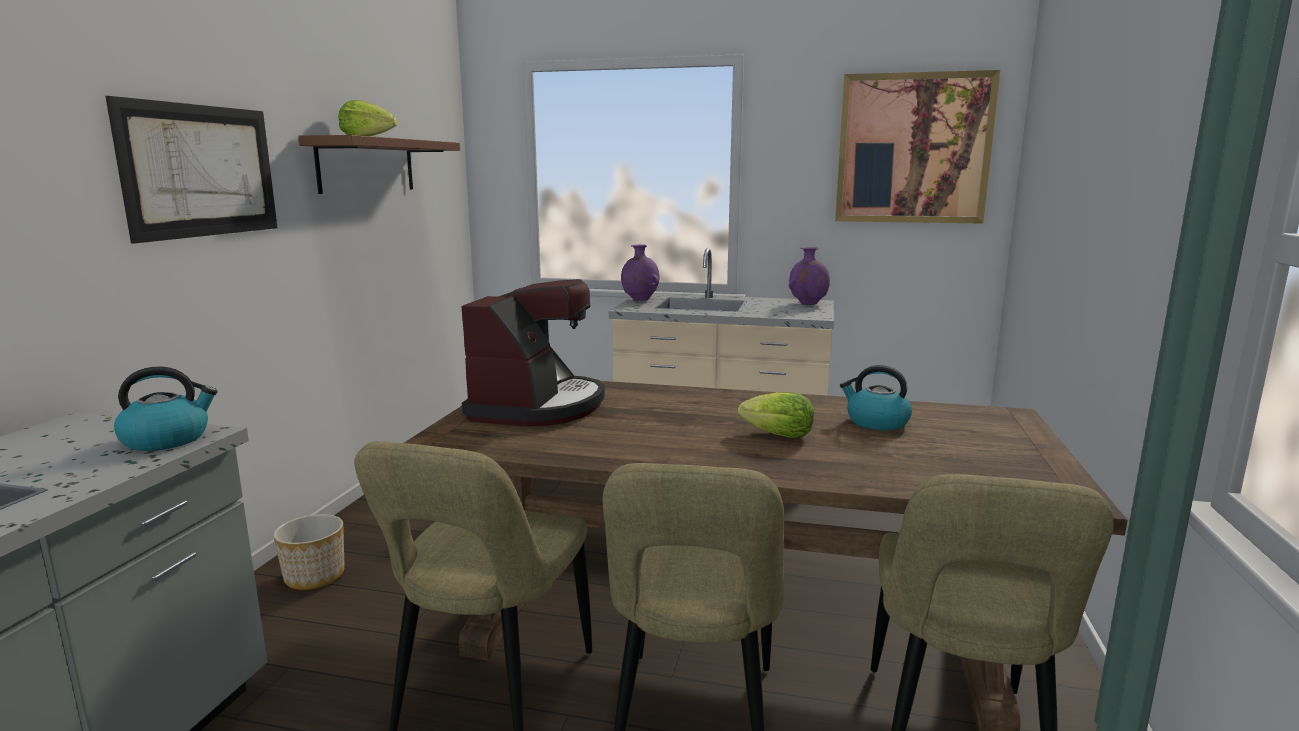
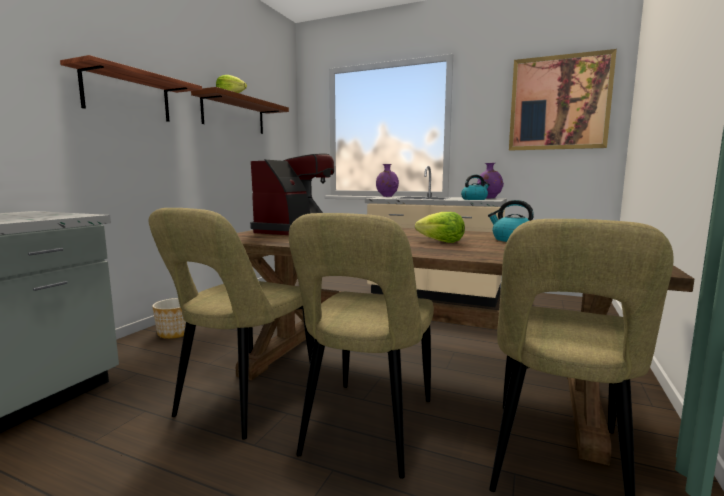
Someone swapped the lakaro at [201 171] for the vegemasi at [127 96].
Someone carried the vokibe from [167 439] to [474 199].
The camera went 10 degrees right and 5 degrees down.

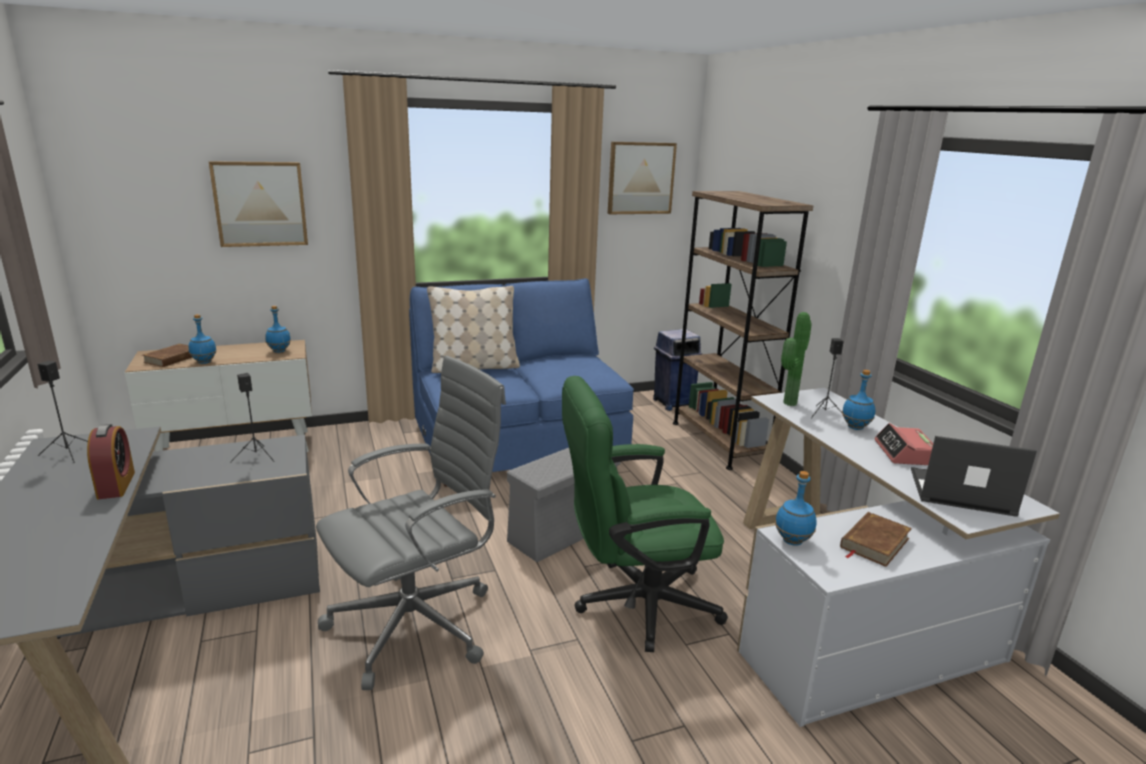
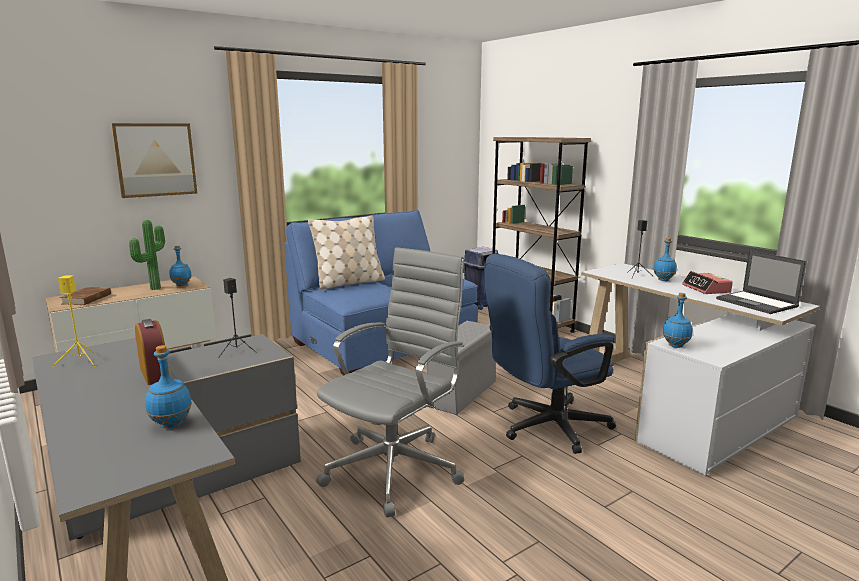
Someone took away the lakaro at [640 178].
Someone carried the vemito from [787 402] to [153 288].
Someone carried the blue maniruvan from [205 362] to [172 424].
Someone repainted the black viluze at [68 453], which became the yellow viluze at [81 361].
Someone repainted the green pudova at [634 604], which became the blue pudova at [545 428].
Someone rotated the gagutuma at [959 492] by 120 degrees counterclockwise.
Someone took away the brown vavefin at [874 543].
The camera went 15 degrees left and 5 degrees down.

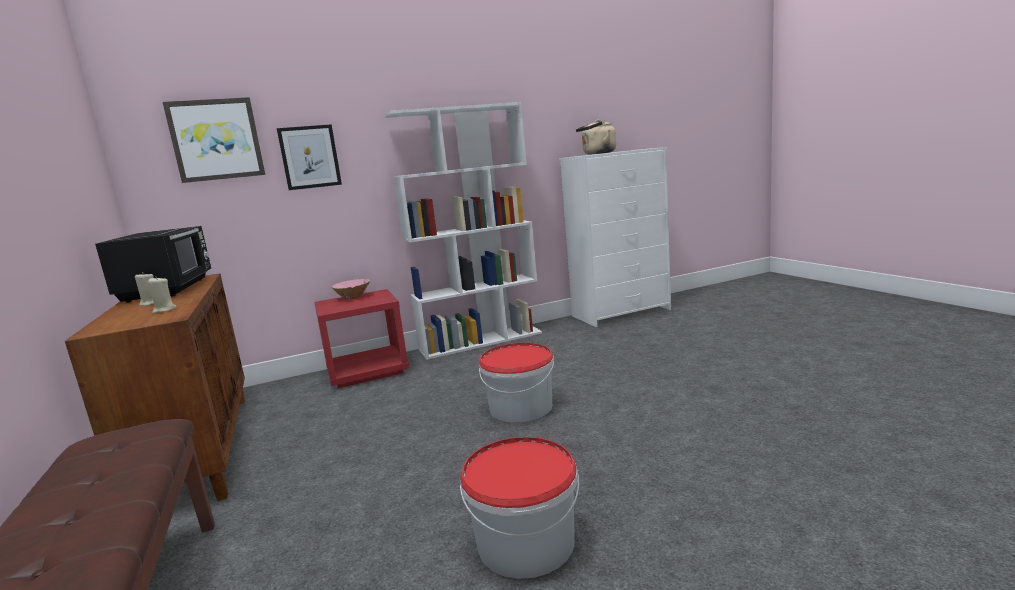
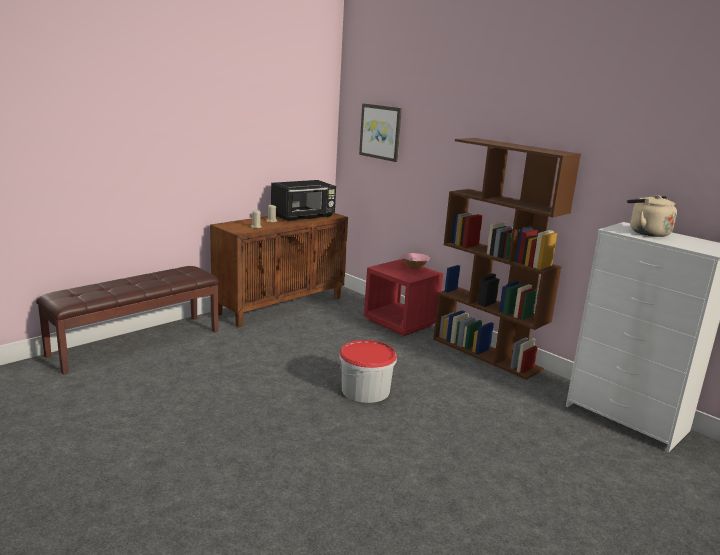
Someone repainted the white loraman at [481 341], which became the brown loraman at [487 354].
Someone took away the lakaro at [310 157].
Someone took away the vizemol at [525 542].
The camera went 65 degrees right and 5 degrees up.

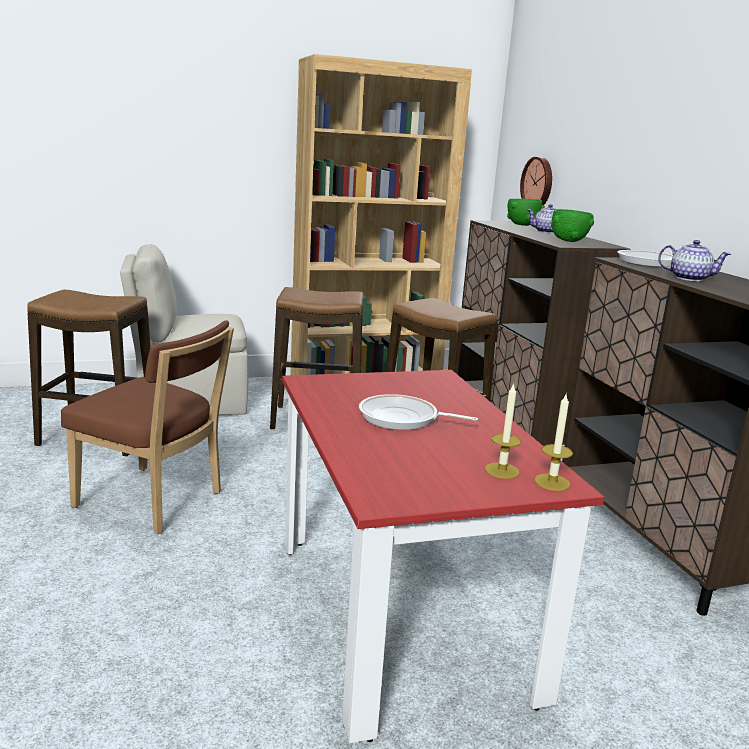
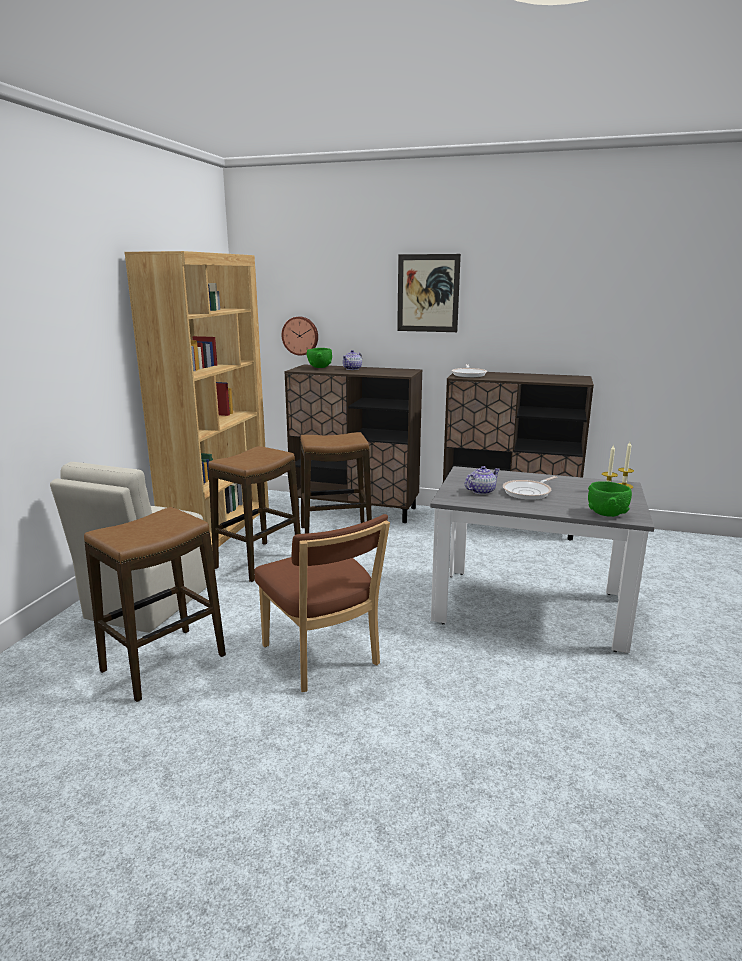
Someone carried the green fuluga from [569 240] to [607 514].
Someone carried the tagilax from [688 278] to [481 491].
Someone rotated the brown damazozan at [154 502] by 90 degrees clockwise.
Someone repainted the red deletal at [400 614], which became the grey deletal at [529 608].
Someone put up the lakaro at [428 293].
The camera went 55 degrees left and 0 degrees up.

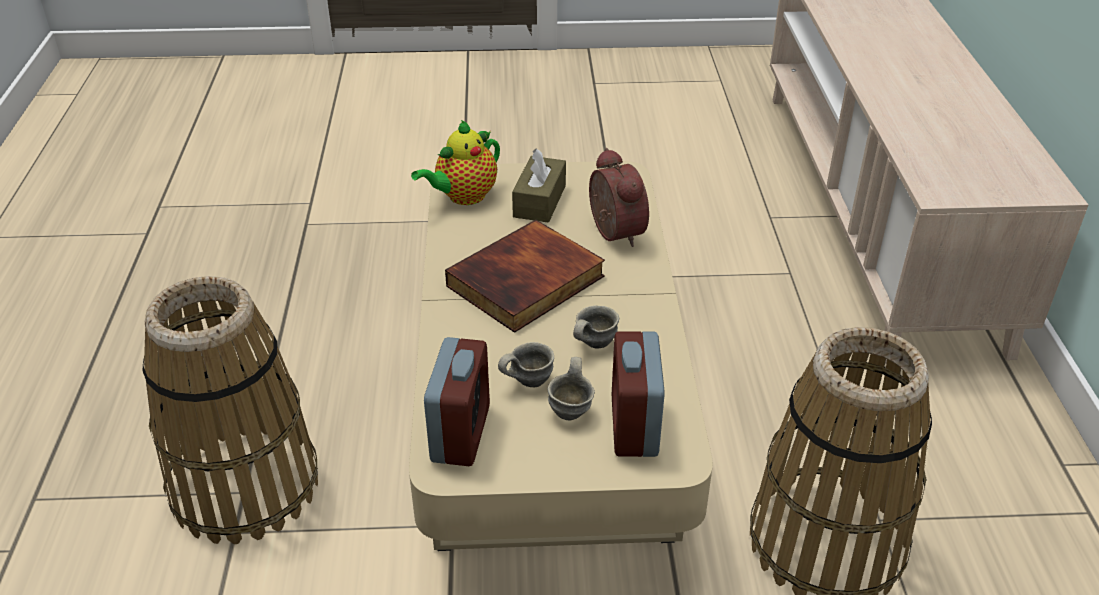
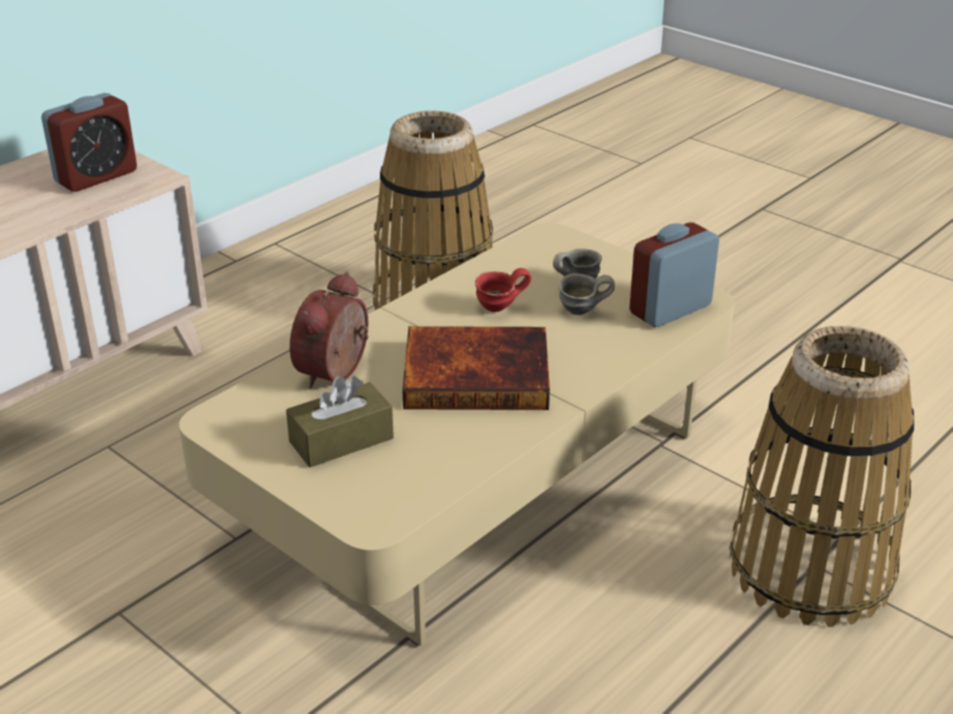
Someone took away the tagilax at [463 197].
Someone repainted the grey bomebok at [592 344], which became the red bomebok at [500 309].
Someone carried the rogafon from [634 426] to [96 177].
The camera went 135 degrees left and 5 degrees down.

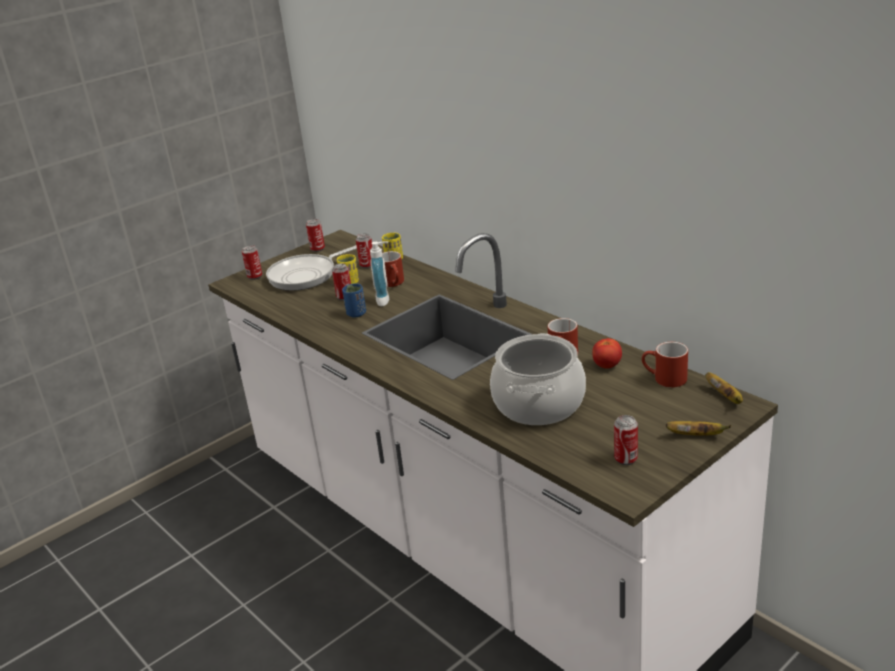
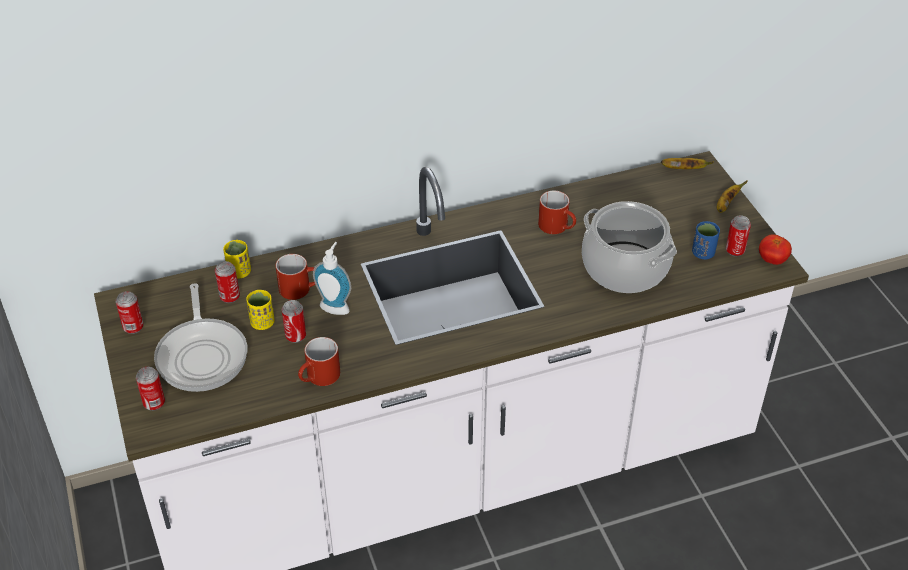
Someone carried the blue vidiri from [356 313] to [703 253].
Someone carried the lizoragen from [607 365] to [772 260].
Someone carried the red bomebok from [664 379] to [319 378].
The camera went 70 degrees left and 15 degrees up.

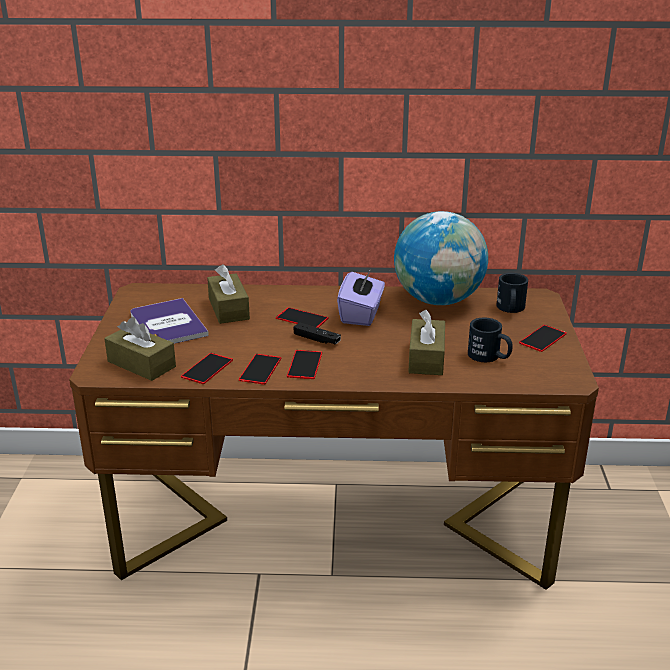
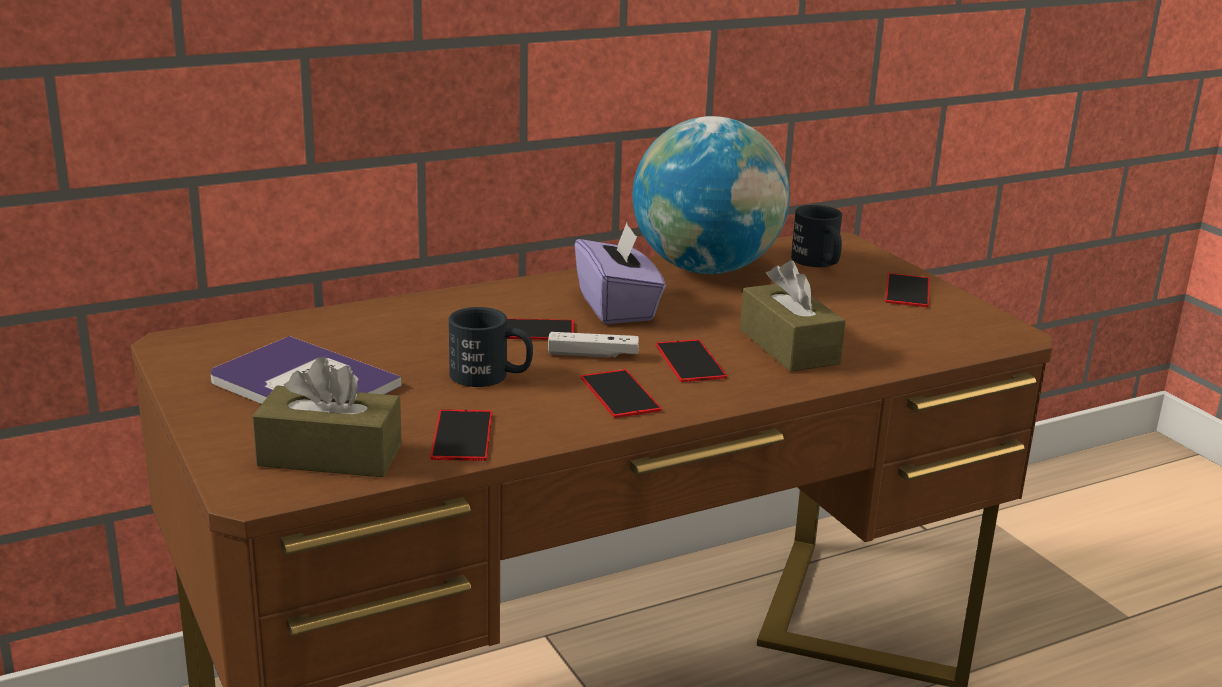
Someone took away the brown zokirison at [228 309].
Someone carried the black bomebok from [489 357] to [491 376].
Someone repainted the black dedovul at [317 339], which became the white dedovul at [593 355].
Someone carried the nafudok from [260 369] to [690 361].
The camera went 30 degrees left and 5 degrees down.

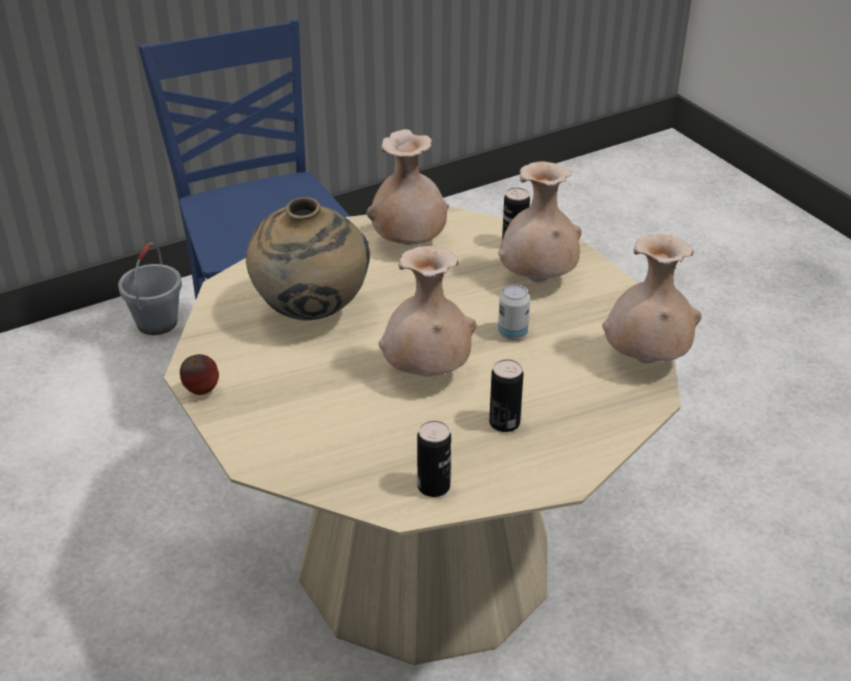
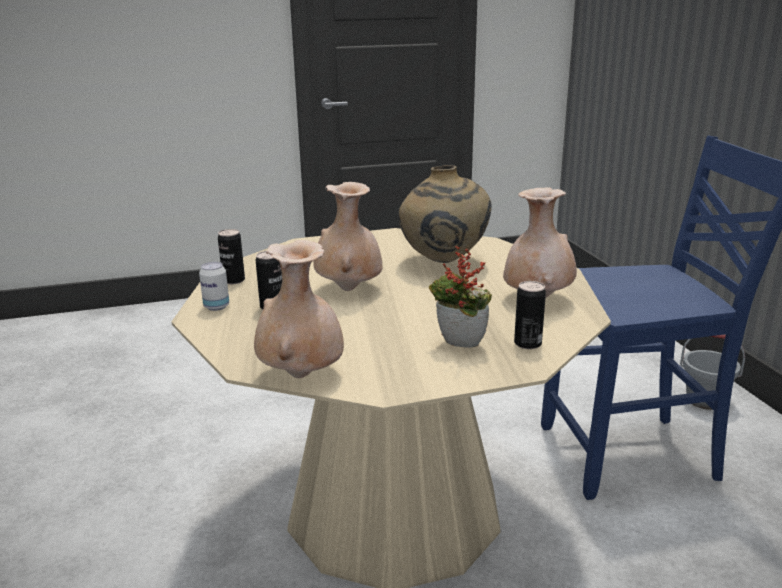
Someone swapped the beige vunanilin at [537 279] for the vemito at [458 345].
Someone carried the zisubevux from [512 333] to [216 307].
Someone took away the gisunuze at [201 392].
The camera went 105 degrees right and 15 degrees down.

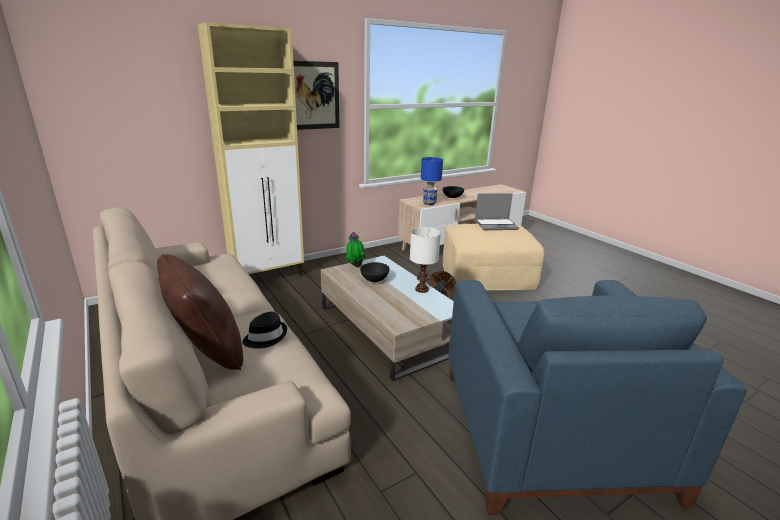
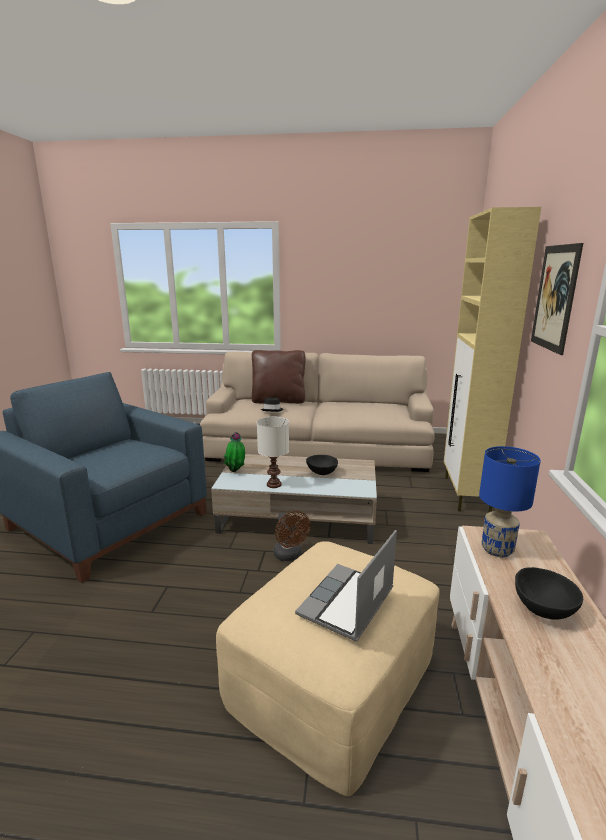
Someone carried the vemito from [355 266] to [236 471].
The camera went 130 degrees right and 5 degrees down.

